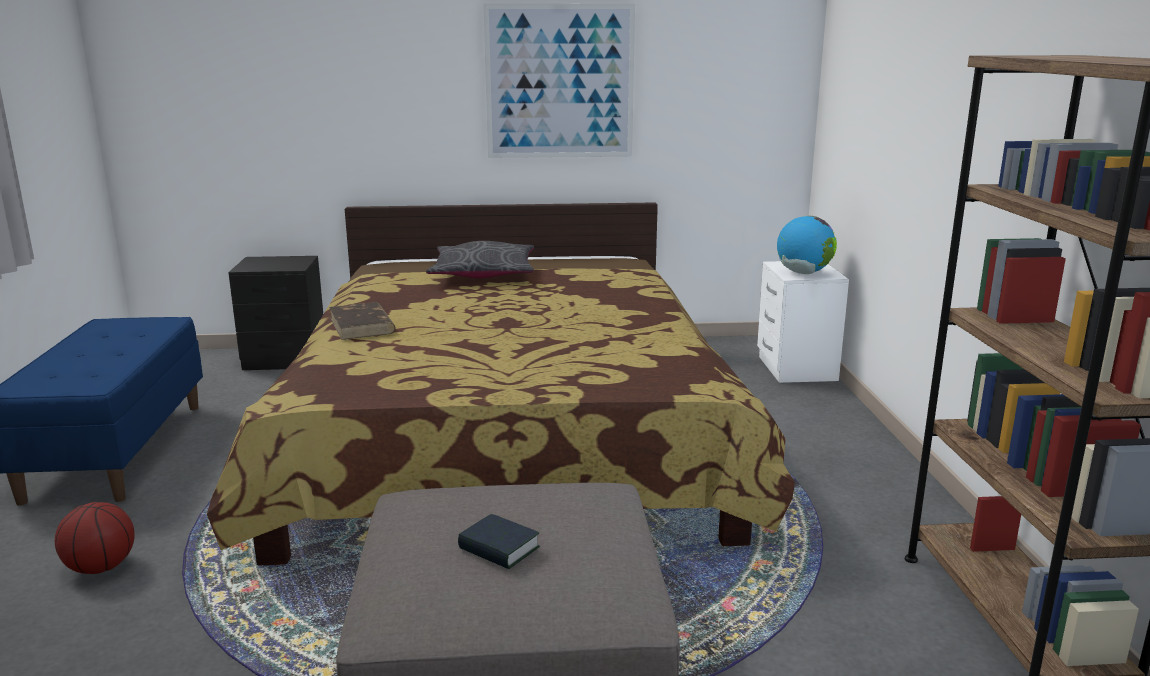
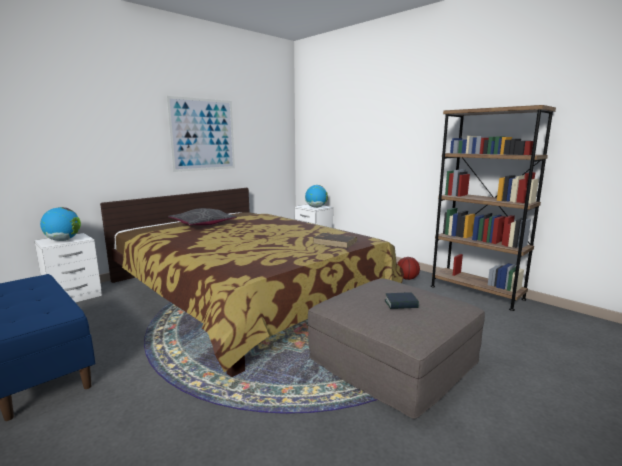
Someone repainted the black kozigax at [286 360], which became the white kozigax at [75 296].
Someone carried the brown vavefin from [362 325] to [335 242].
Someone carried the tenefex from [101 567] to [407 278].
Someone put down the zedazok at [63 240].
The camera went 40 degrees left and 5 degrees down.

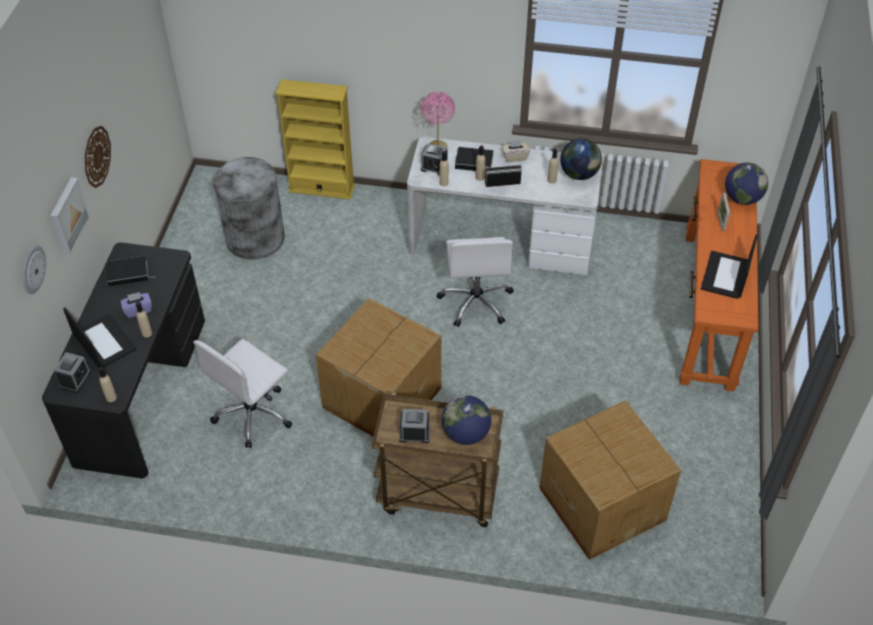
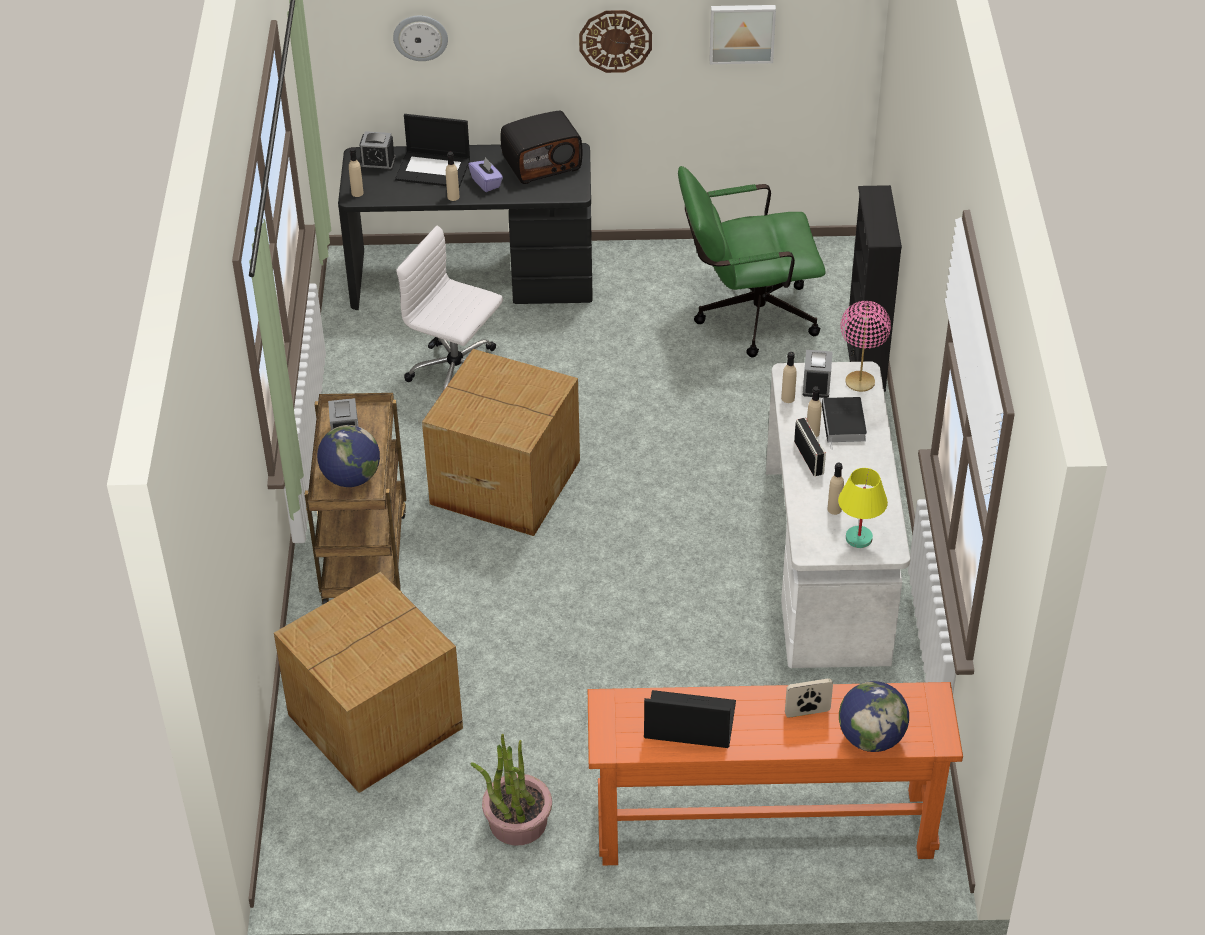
Someone repainted the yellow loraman at [321 188], which became the black loraman at [865 360].
Someone swapped the zedazok at [579 174] for the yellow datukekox at [858 539].
Someone took away the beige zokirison at [515 157].
Someone swapped the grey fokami at [255 238] for the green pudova at [746 317].
Someone carried the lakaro from [67 215] to [742 32].
Someone took away the white pudova at [476 301].
Someone swapped the vavefin at [129 273] for the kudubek at [542 163].
Someone rotated the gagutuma at [103 342] by 60 degrees clockwise.
Someone put down the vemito at [517 822].
The camera went 80 degrees right and 5 degrees down.

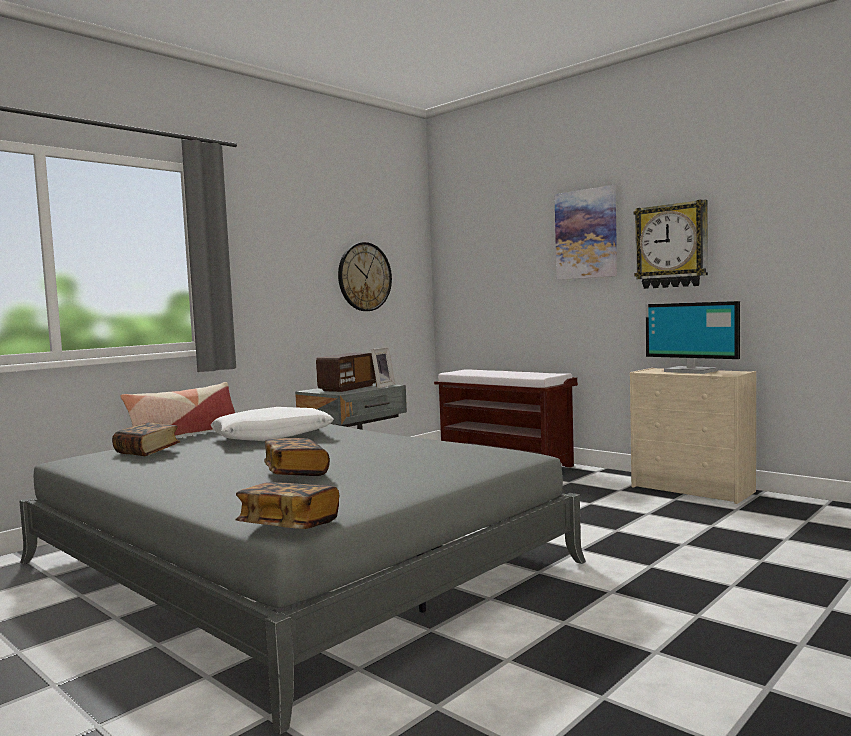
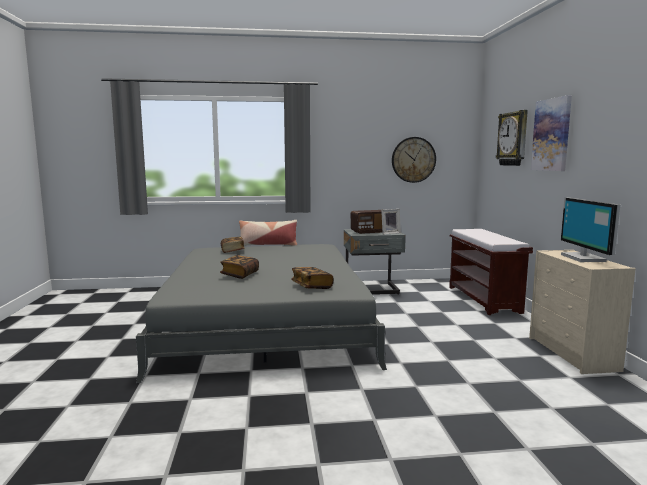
Someone carried the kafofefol from [672 246] to [513 139].
Someone took away the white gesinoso at [272 436].
Someone carried the vavefin from [289 526] to [311 286].
The camera went 40 degrees right and 5 degrees up.

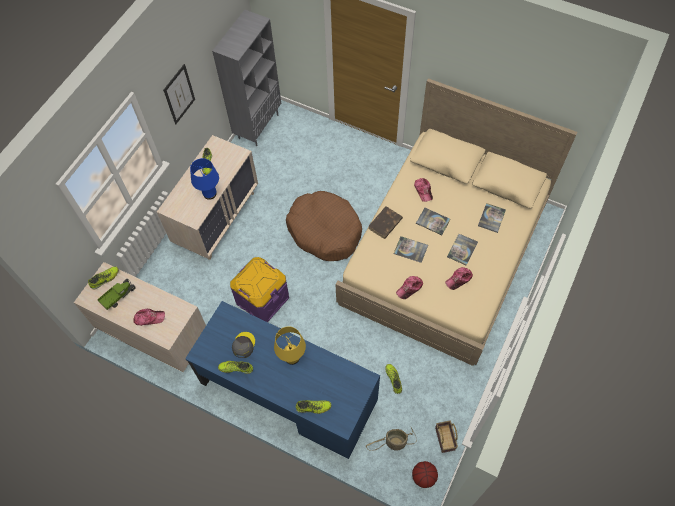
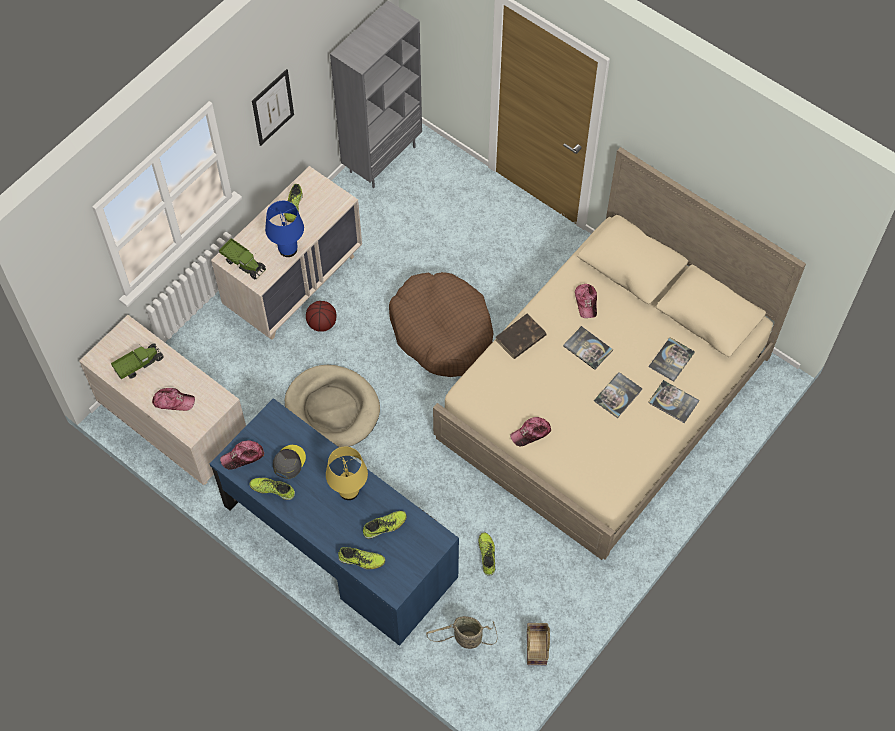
Someone carried the vavefin from [410 249] to [673 402].
Someone swapped the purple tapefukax at [262 299] for the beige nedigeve at [332 409].
Someone carried the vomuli from [105 279] to [385 526].
Someone carried the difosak from [459 279] to [243 457].
Someone carried the tenefex from [423 477] to [321 324].
Someone put down the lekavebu at [243 263].
The camera went 10 degrees right and 0 degrees up.

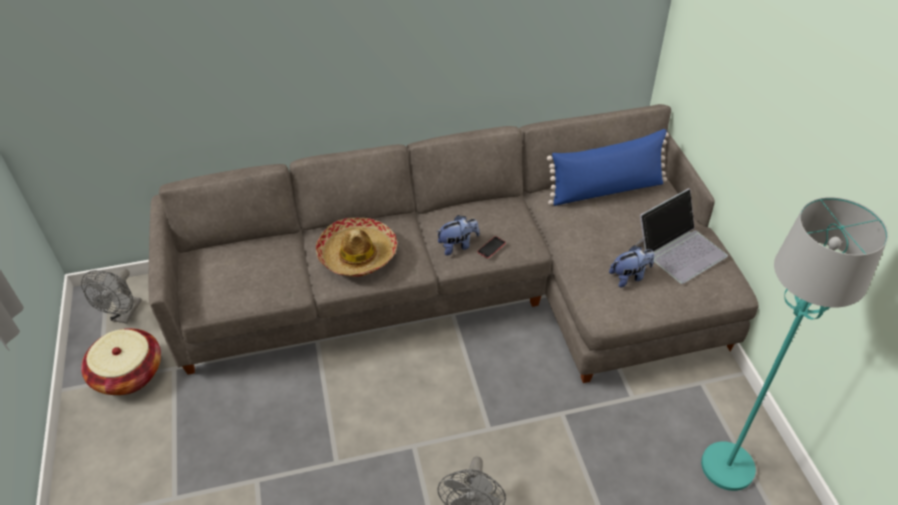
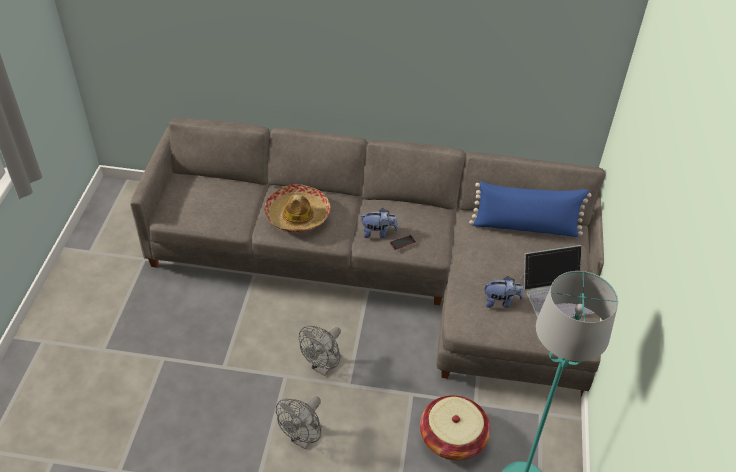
Someone carried the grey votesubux from [124 315] to [323 367].
Someone carried the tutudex from [128 374] to [452 438].
The camera went 20 degrees right and 0 degrees up.

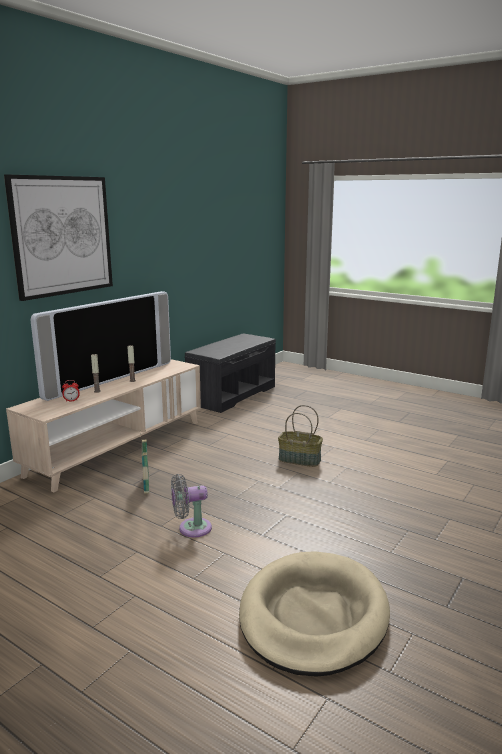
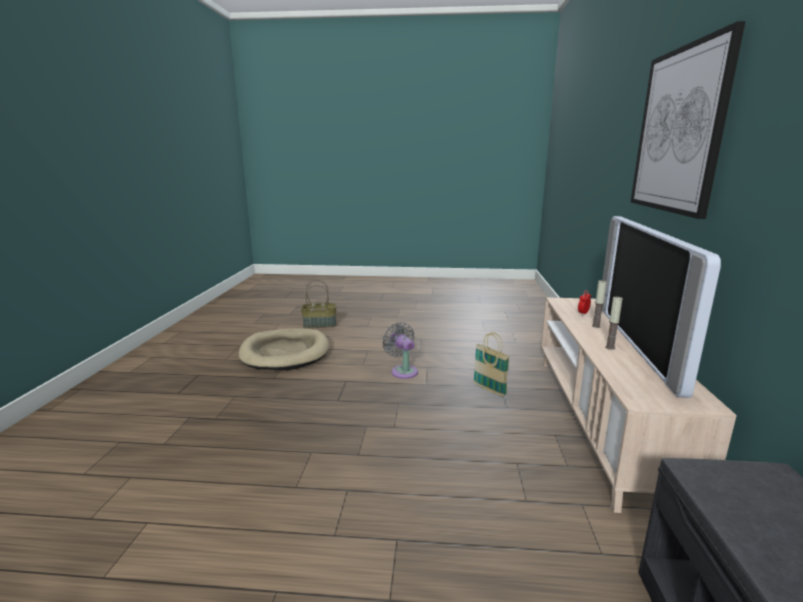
Someone carried the tutudex from [299 460] to [320 324].
Someone rotated the grey votesubux at [191 528] by 75 degrees counterclockwise.
The camera went 150 degrees right and 0 degrees up.

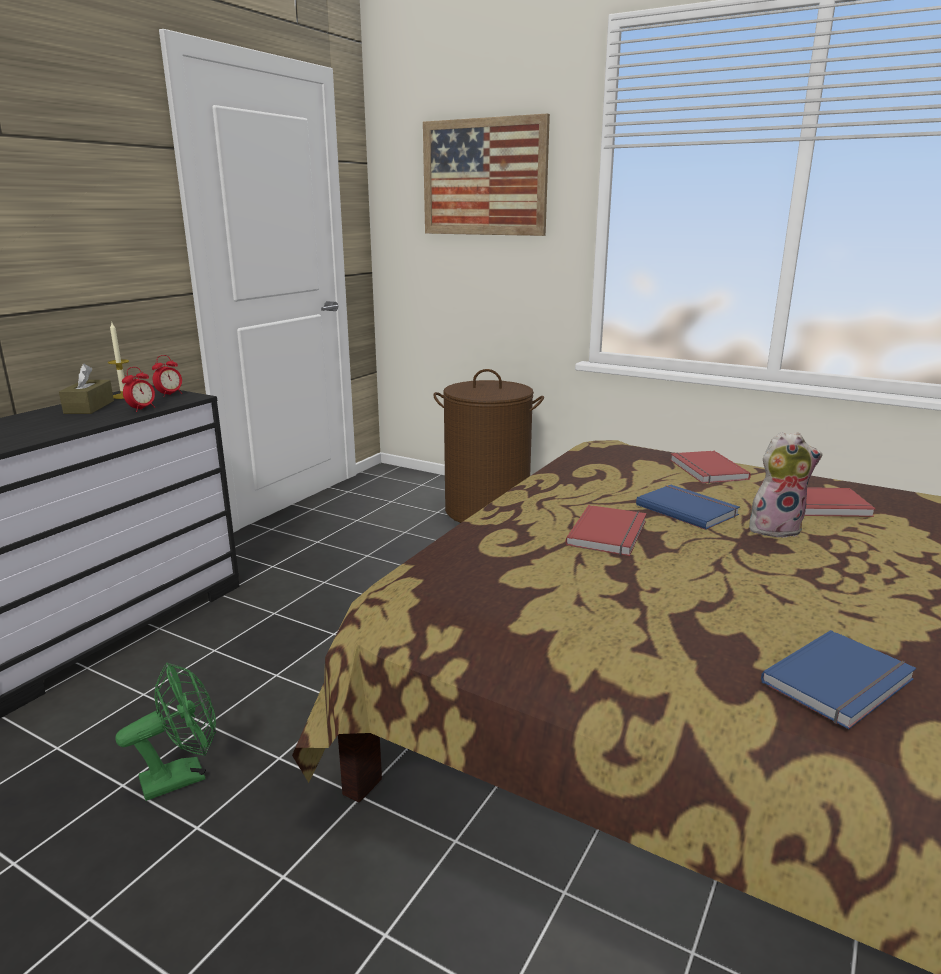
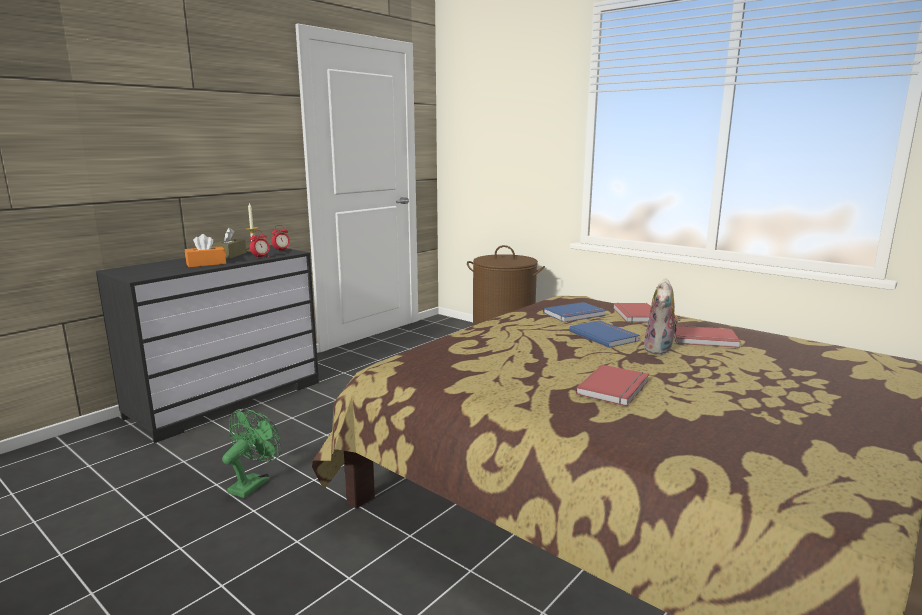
Someone took away the lakaro at [484 177].
Someone rotated the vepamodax at [775 528] by 105 degrees clockwise.
Someone carried the red vavefin from [610 533] to [615 388].
Someone carried the blue vavefin from [842 683] to [575 315].
Someone rotated the green votesubux at [183 776] by 45 degrees counterclockwise.
Someone put down the orange zokirison at [206 264].
The camera went 10 degrees right and 5 degrees down.

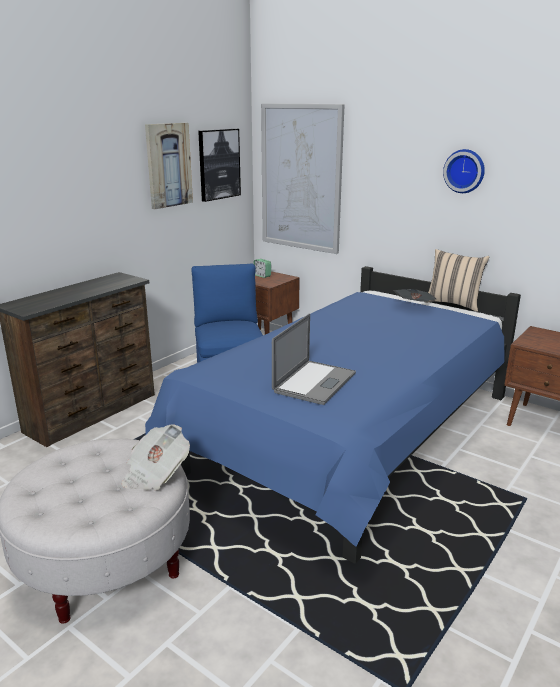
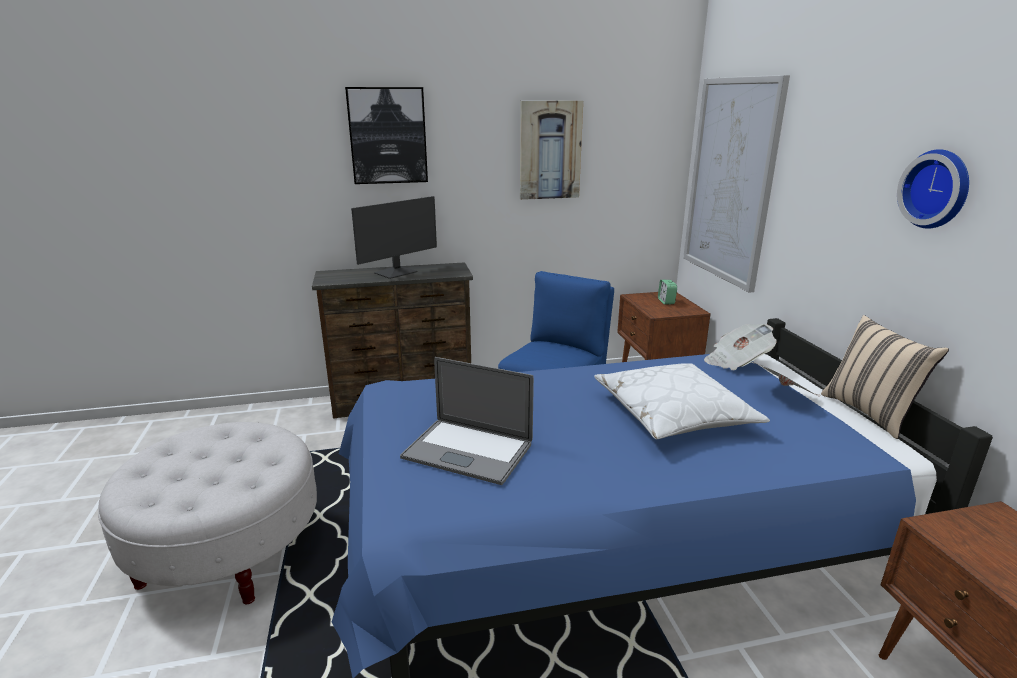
Someone carried the lakaro from [219 164] to [388 136].
Someone rotated the gagutuma at [314 382] by 45 degrees clockwise.
Someone carried the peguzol from [155 474] to [736 362].
Someone put down the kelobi at [396 272].
Someone put down the white gesinoso at [673 414].
The camera went 40 degrees right and 0 degrees up.

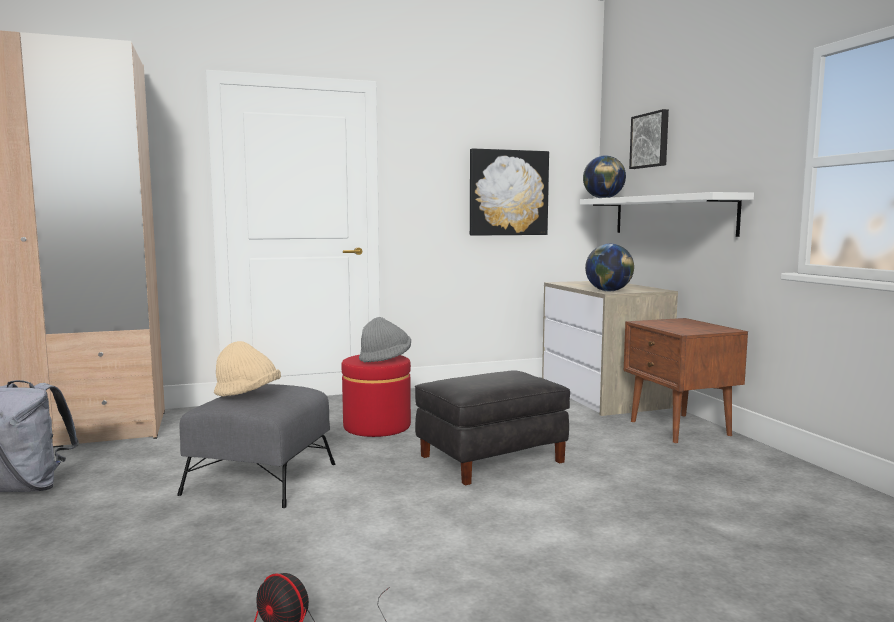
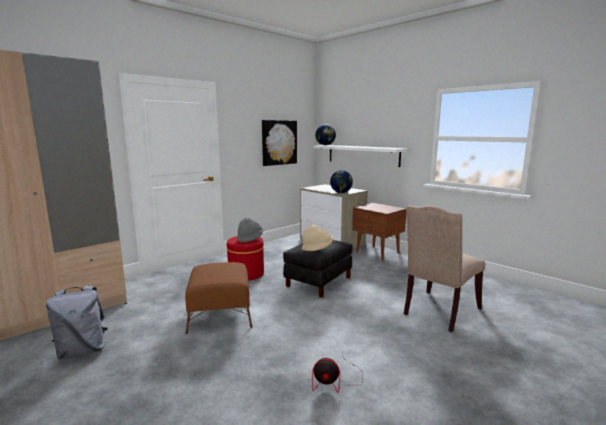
Someone took away the lakaro at [650 140].
Someone carried the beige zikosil from [247 395] to [317 249].
Someone repainted the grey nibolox at [262 478], which became the brown nibolox at [220 314].
Someone put down the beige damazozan at [439 312].
The camera went 25 degrees left and 5 degrees up.

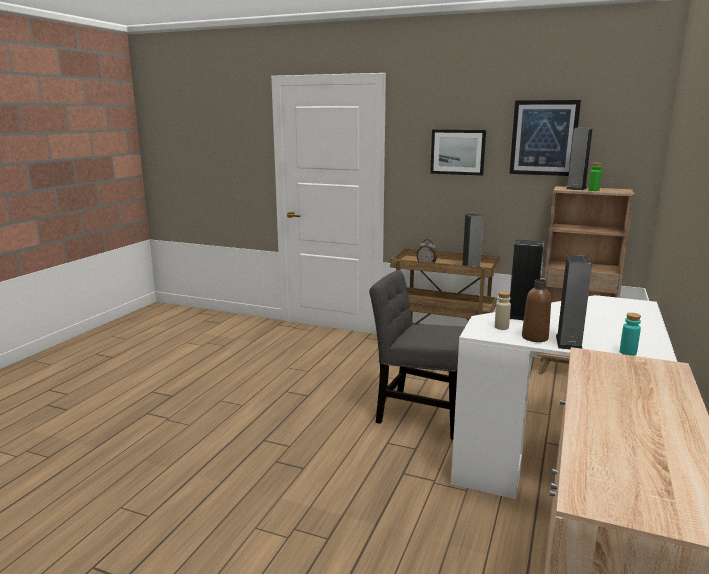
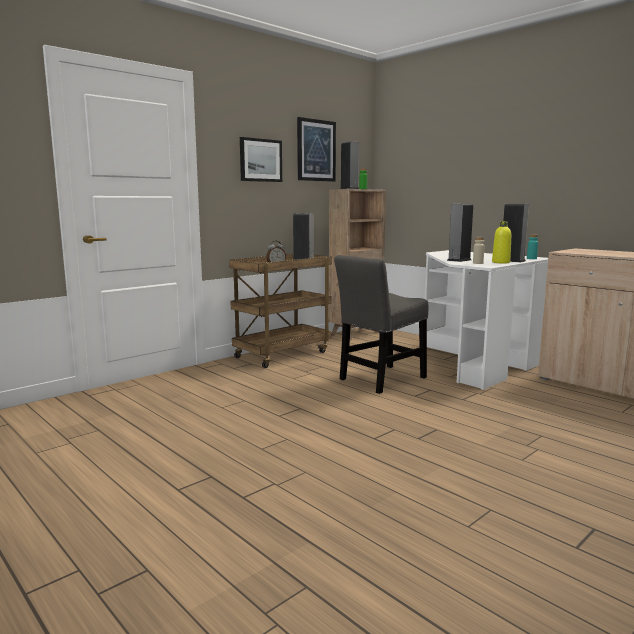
Someone repainted the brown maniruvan at [534 337], which became the yellow maniruvan at [501 262].
The camera went 65 degrees left and 5 degrees down.

